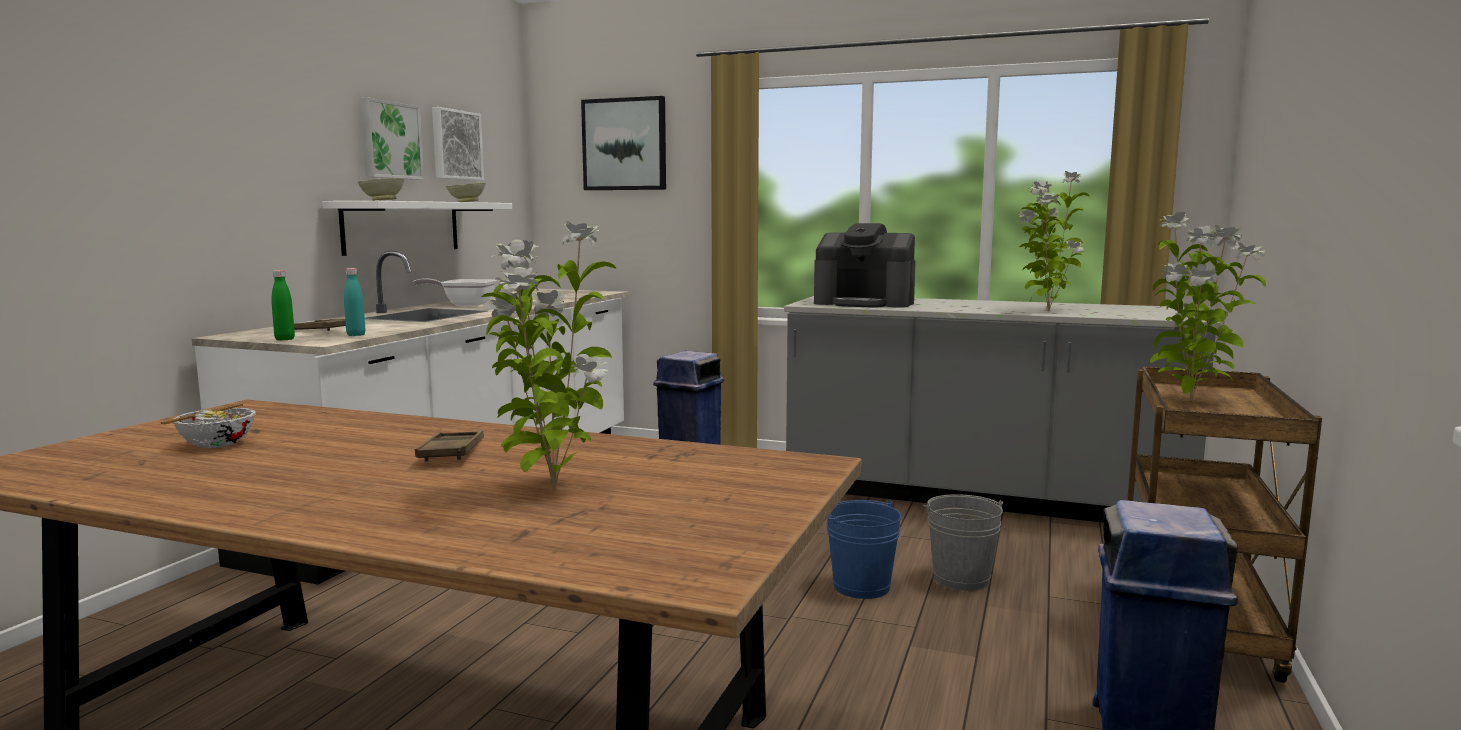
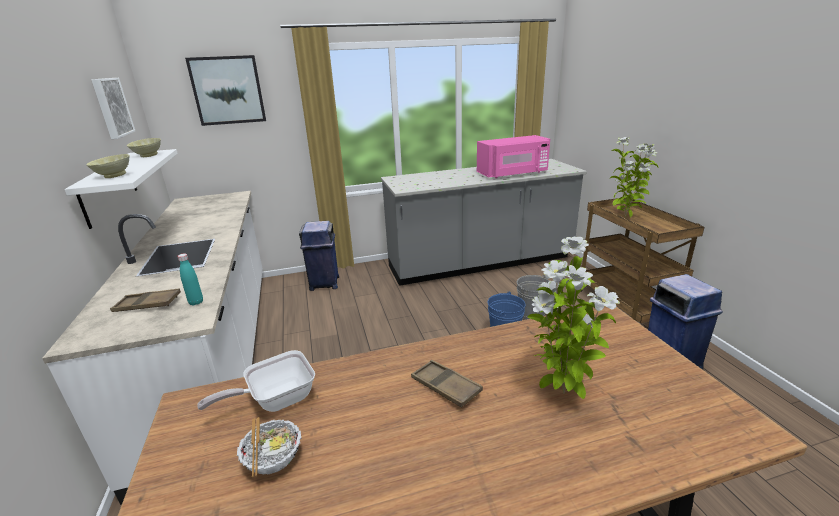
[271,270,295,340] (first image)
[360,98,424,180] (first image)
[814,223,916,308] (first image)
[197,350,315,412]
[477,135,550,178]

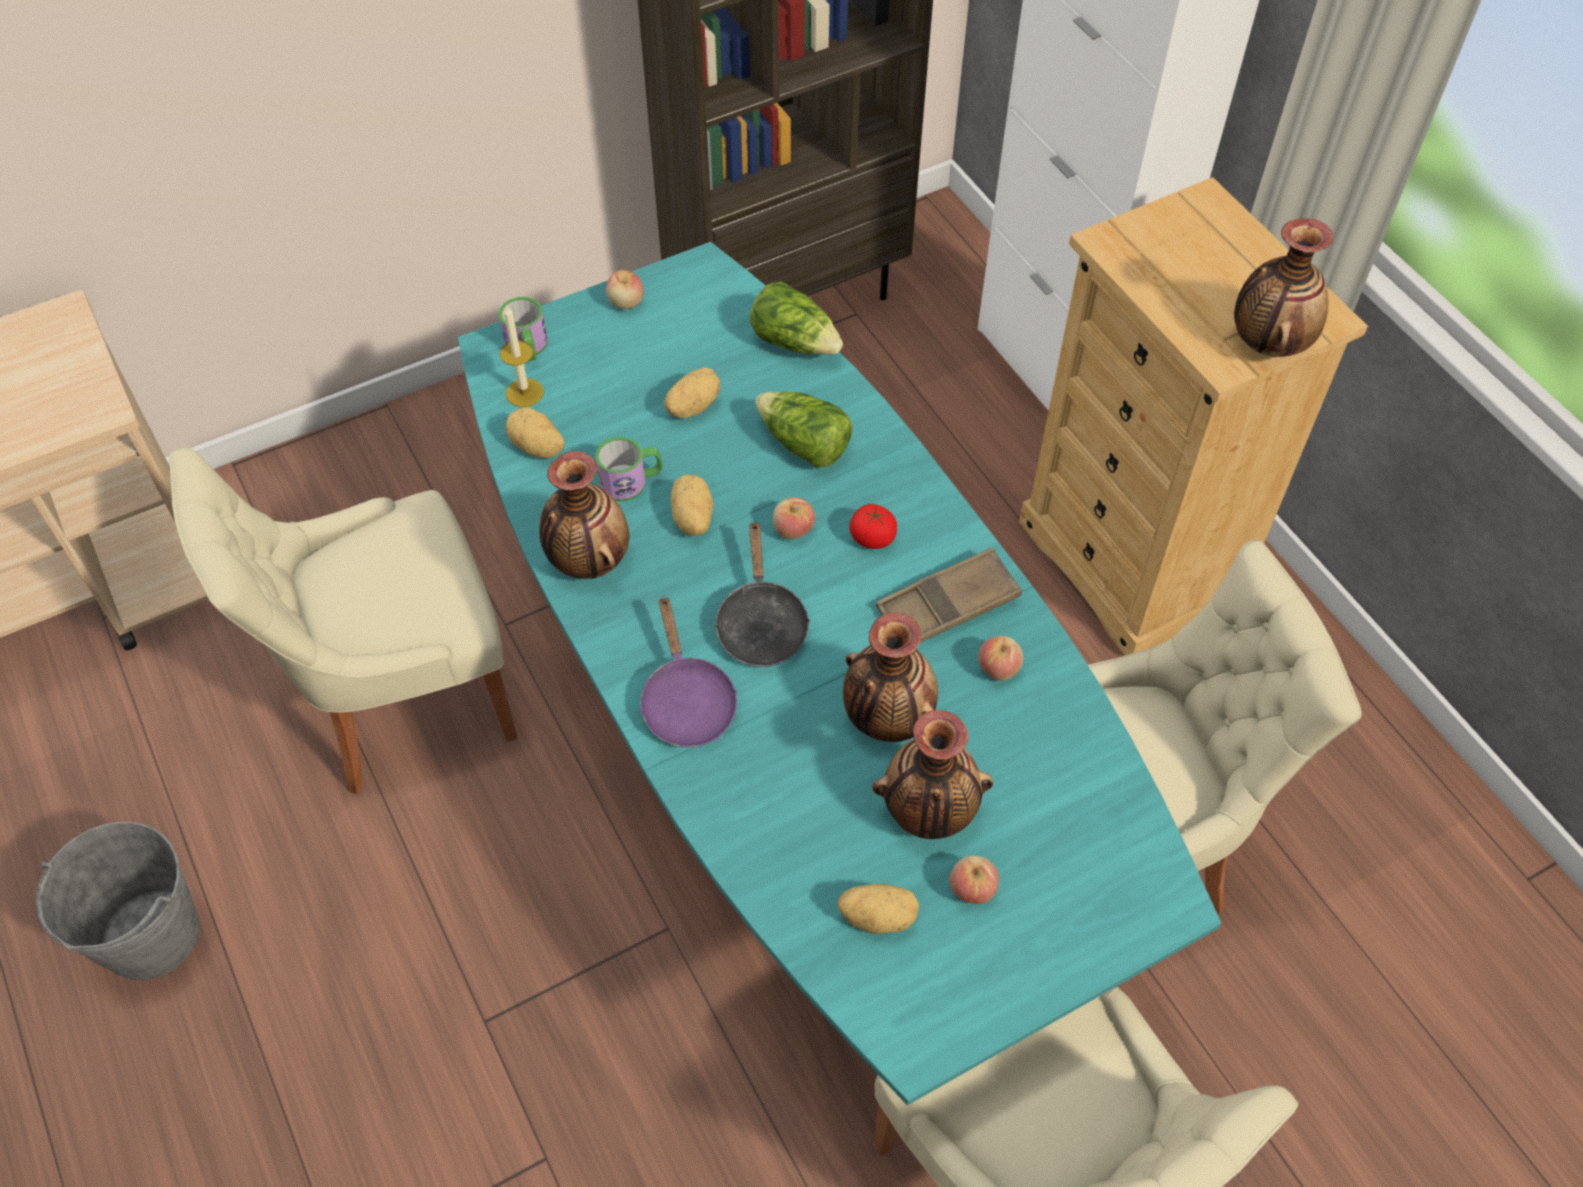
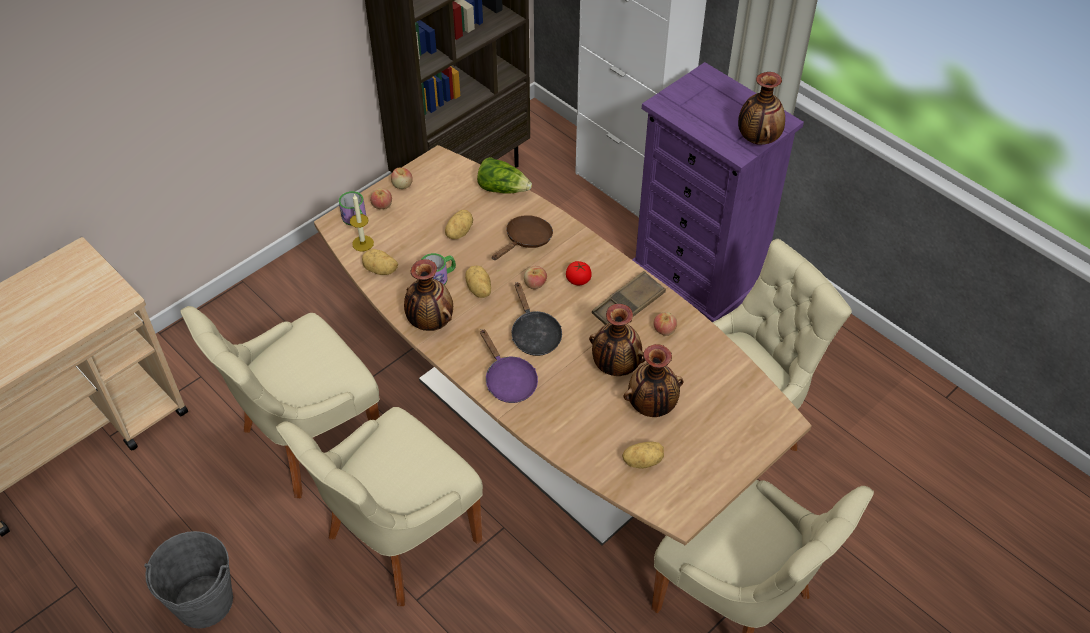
[276,407,483,606]
[370,188,392,209]
[492,215,553,260]
[314,145,812,545]
[632,62,804,322]

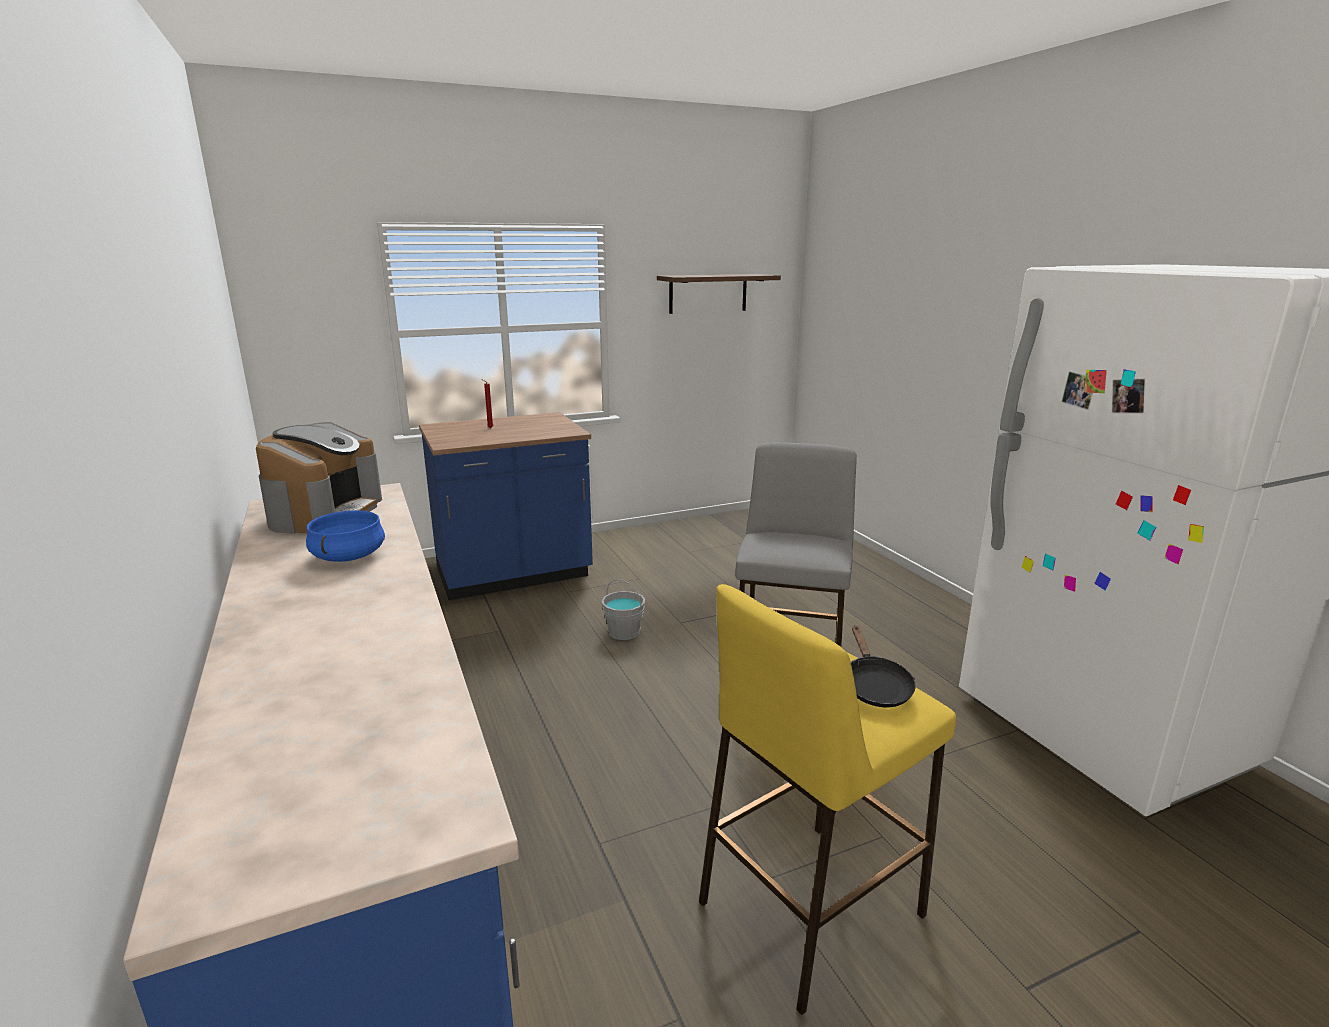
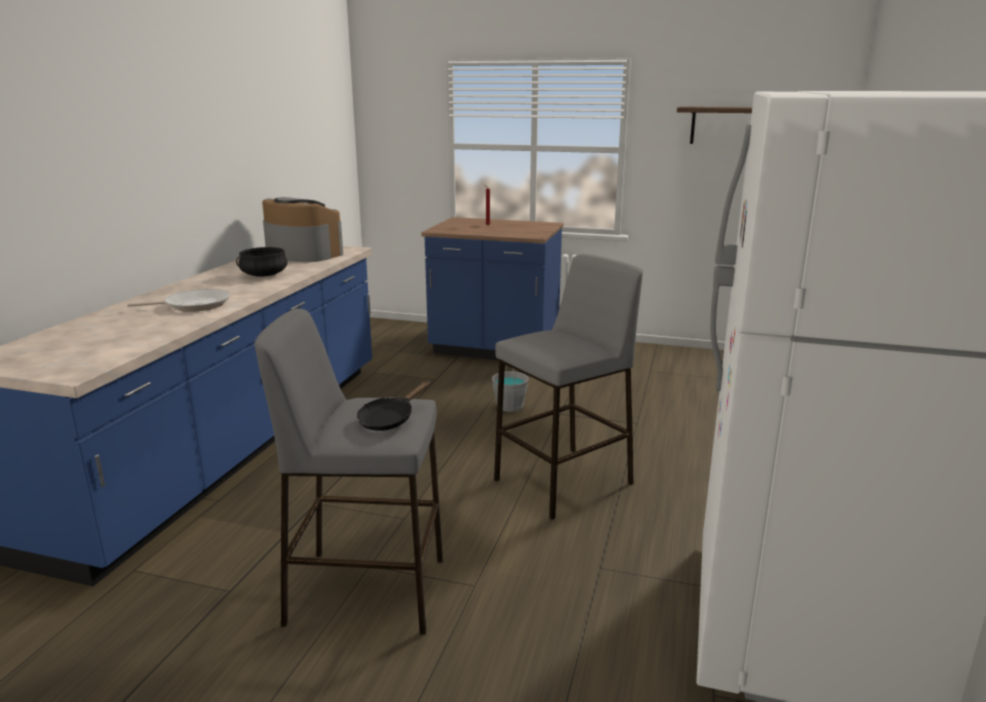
[127,289,230,312]
[236,247,288,277]
[254,308,443,635]
[262,197,343,262]

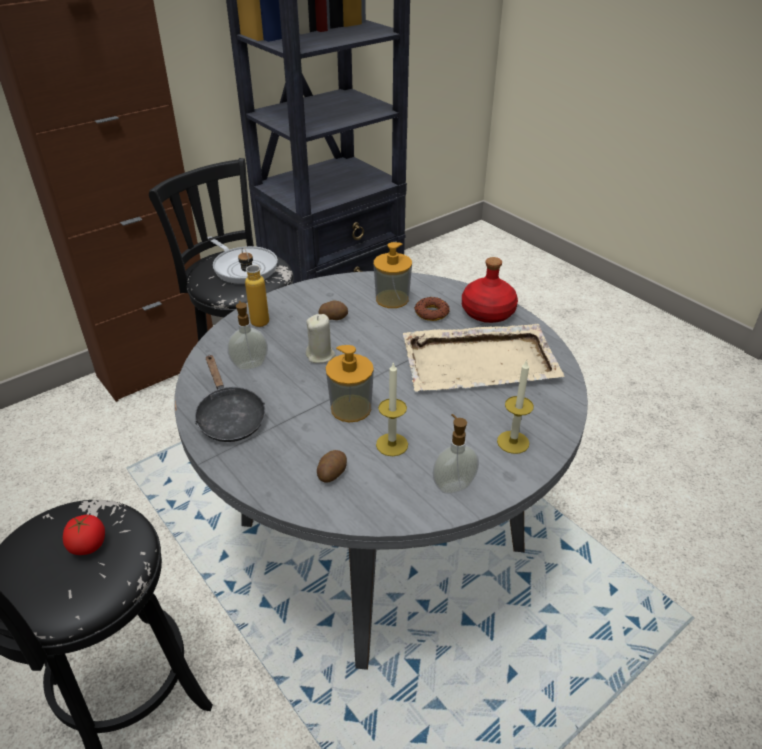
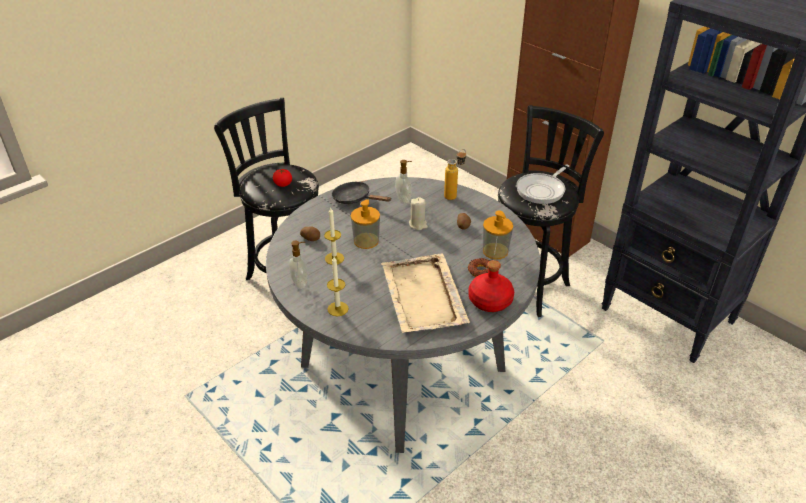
[332,182,392,204]

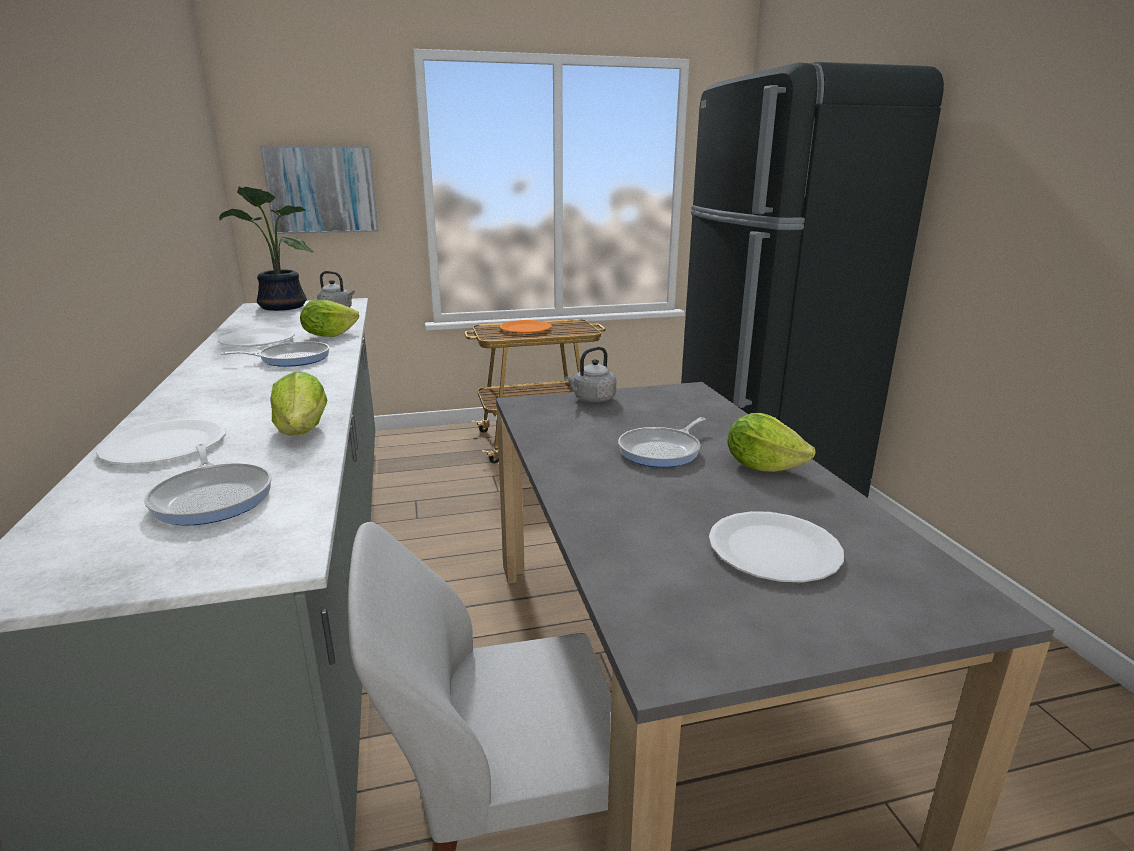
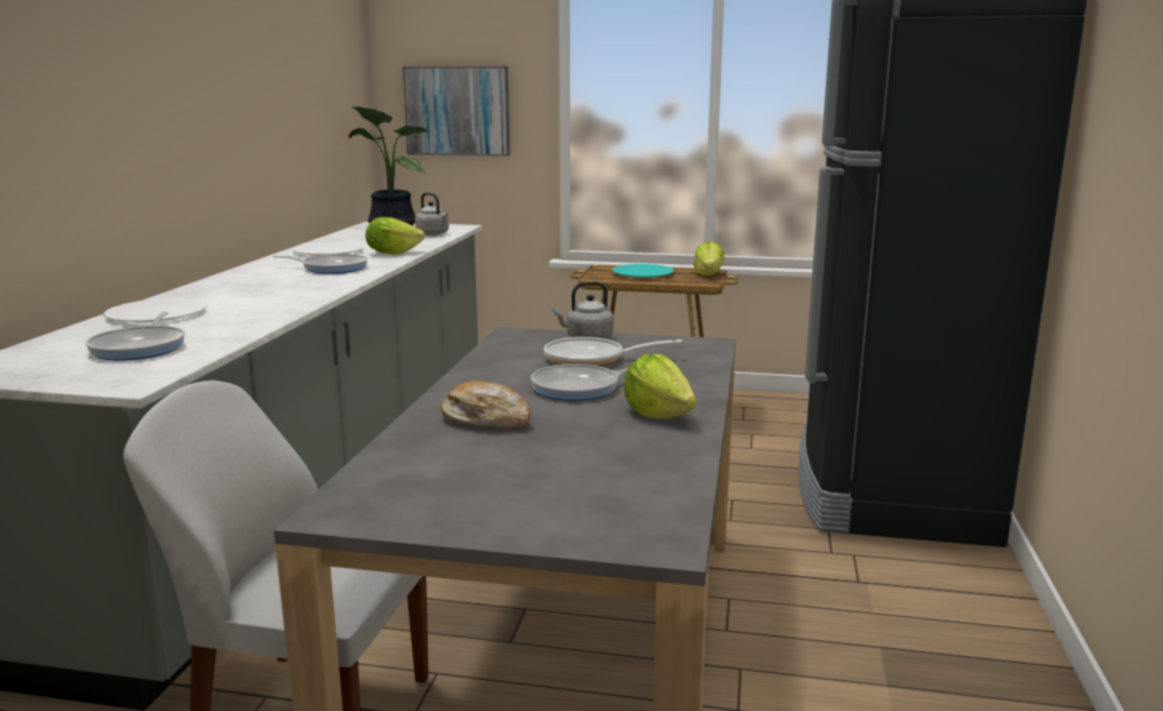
[709,511,844,582] (first image)
[441,381,531,429]
[544,337,682,366]
[694,242,725,275]
[612,264,674,278]

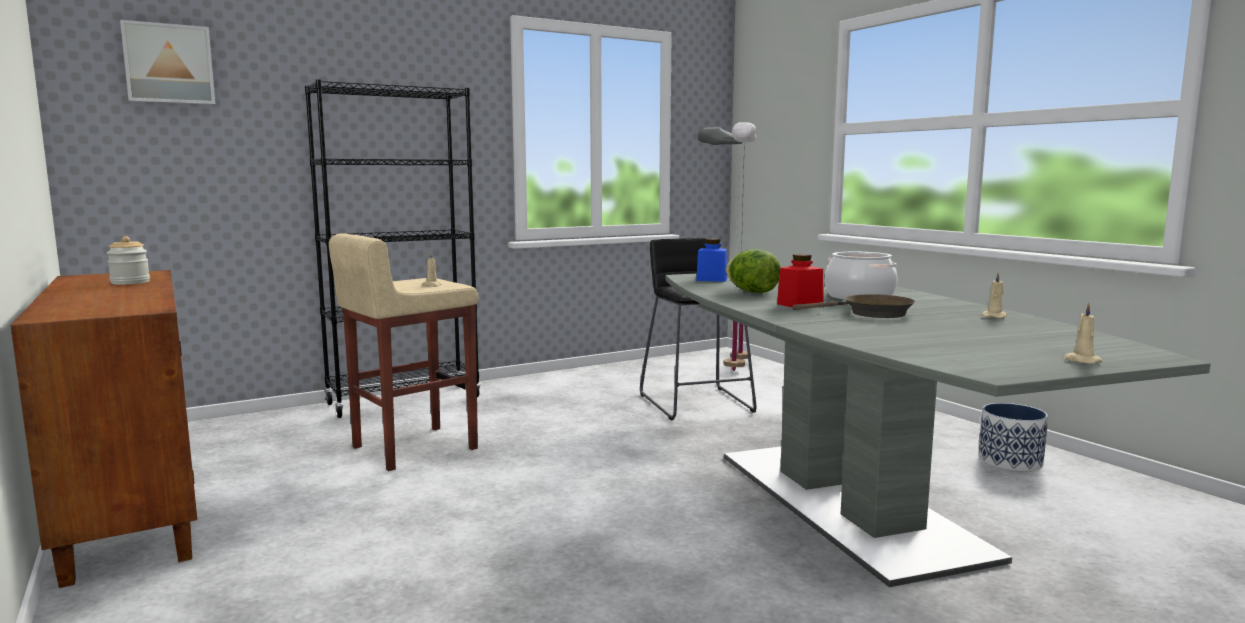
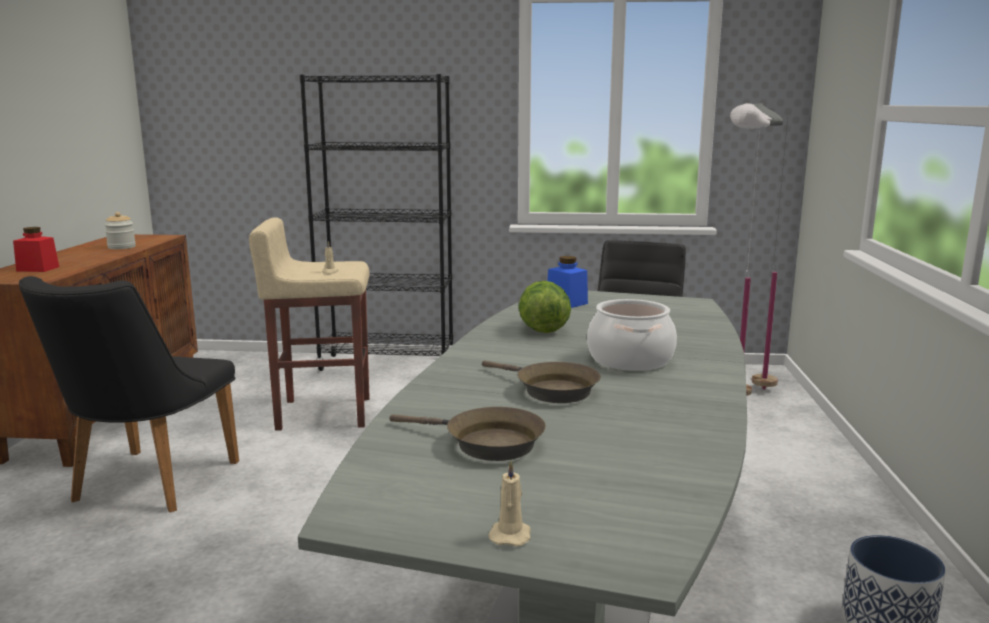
[120,20,215,105] (first image)
[981,272,1007,319] (first image)
[19,276,239,513]
[390,407,546,461]
[13,227,59,272]

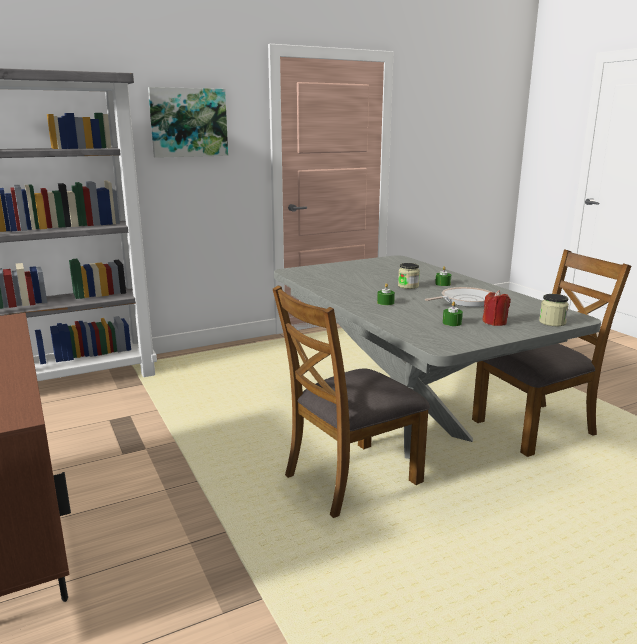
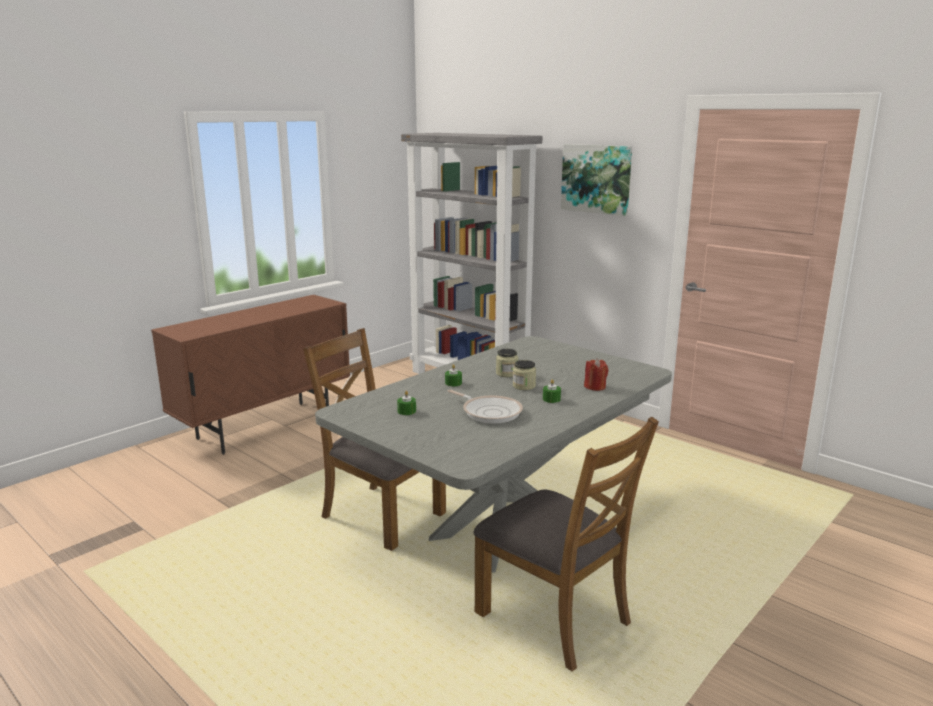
[584,358,608,391]
[496,349,518,377]

